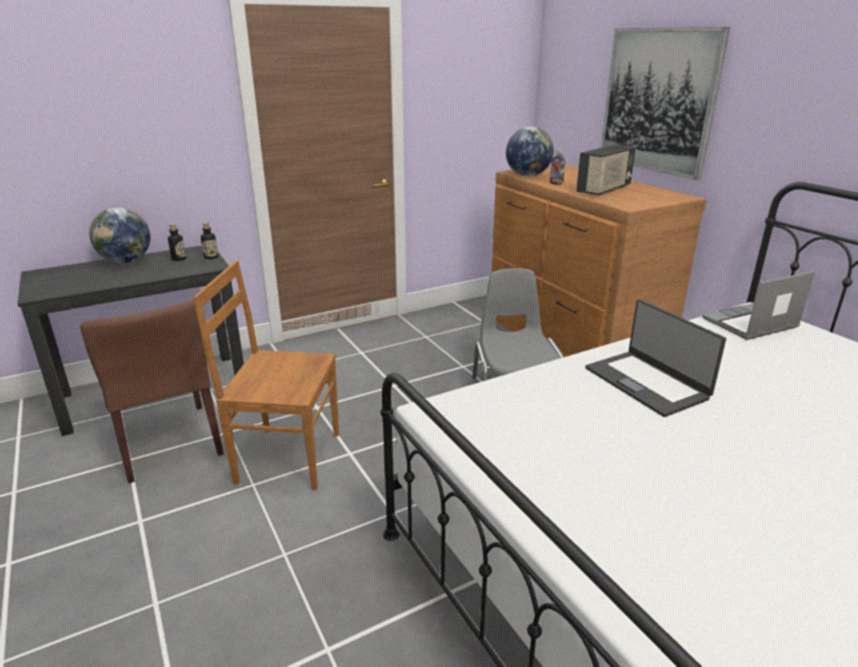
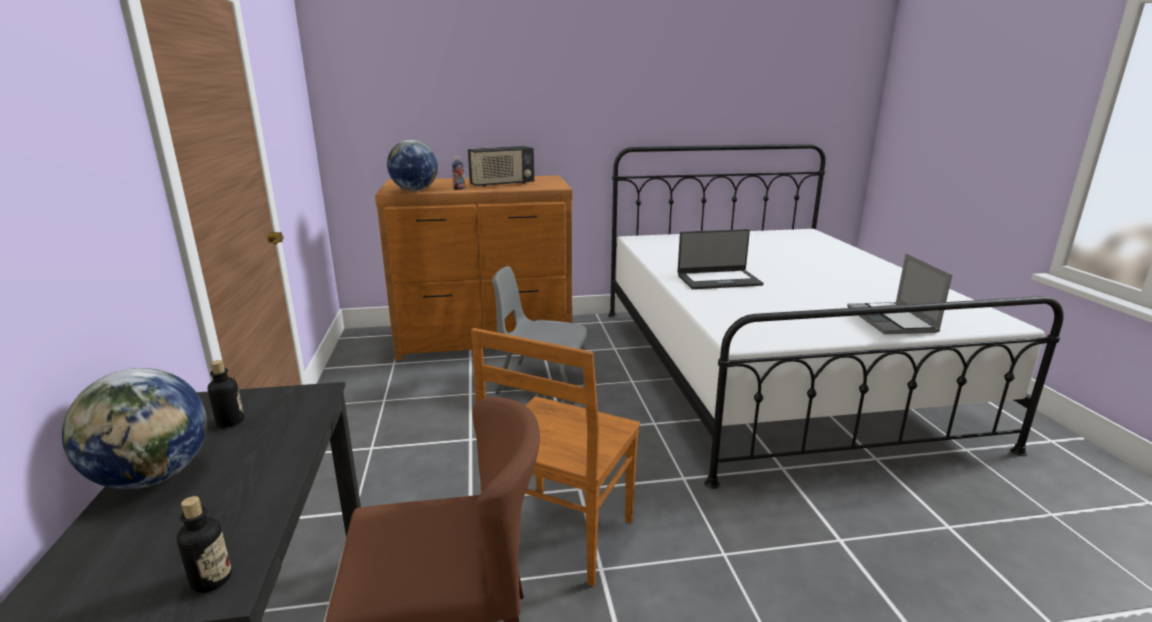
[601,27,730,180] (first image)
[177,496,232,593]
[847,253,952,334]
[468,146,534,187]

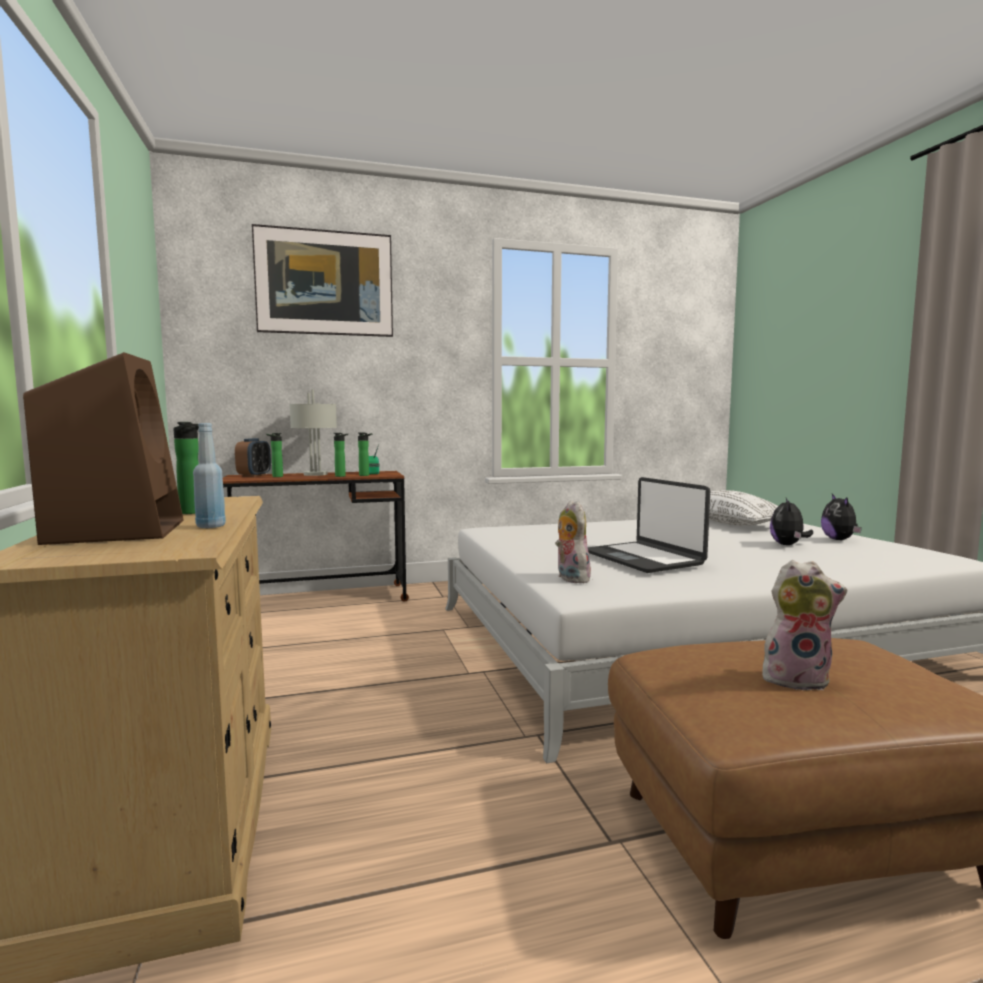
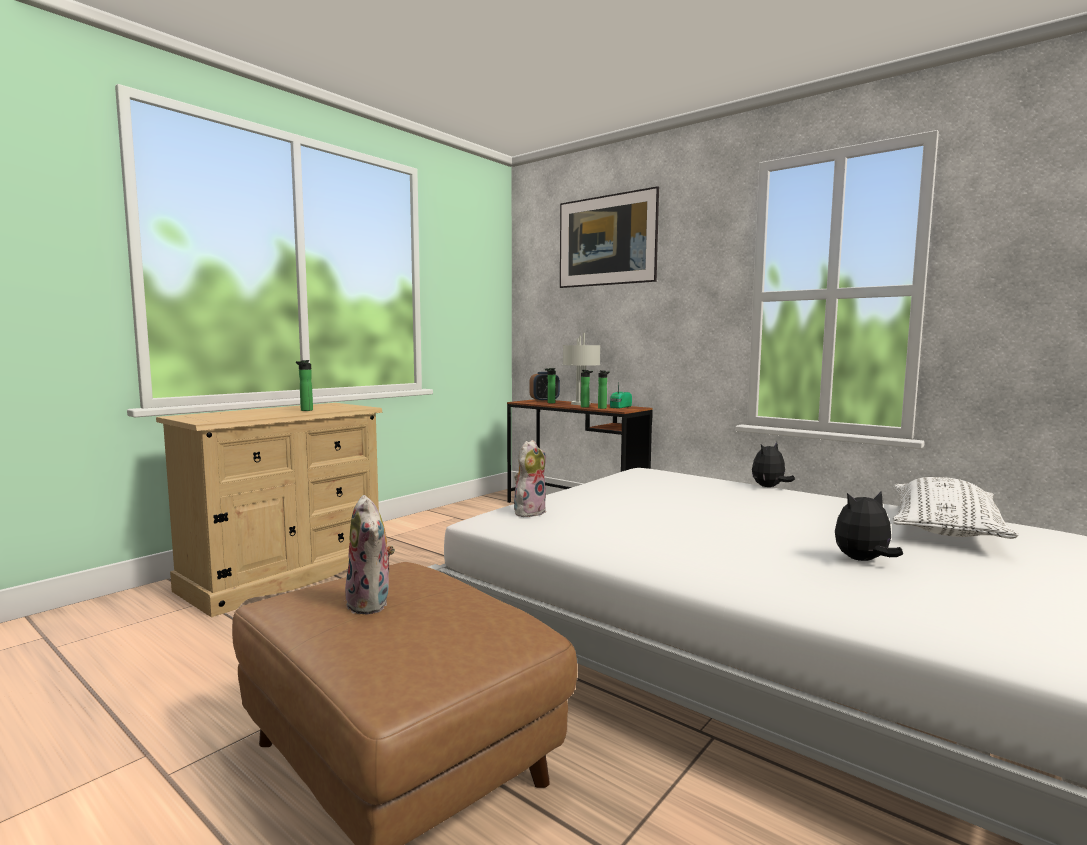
[23,352,183,545] (first image)
[193,423,226,528] (first image)
[587,477,710,573] (first image)
[752,442,795,487]

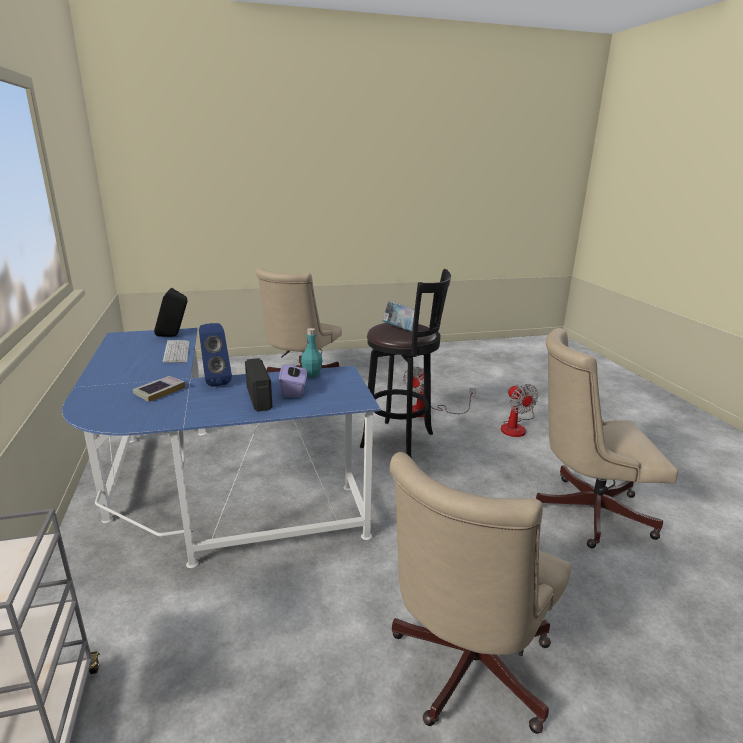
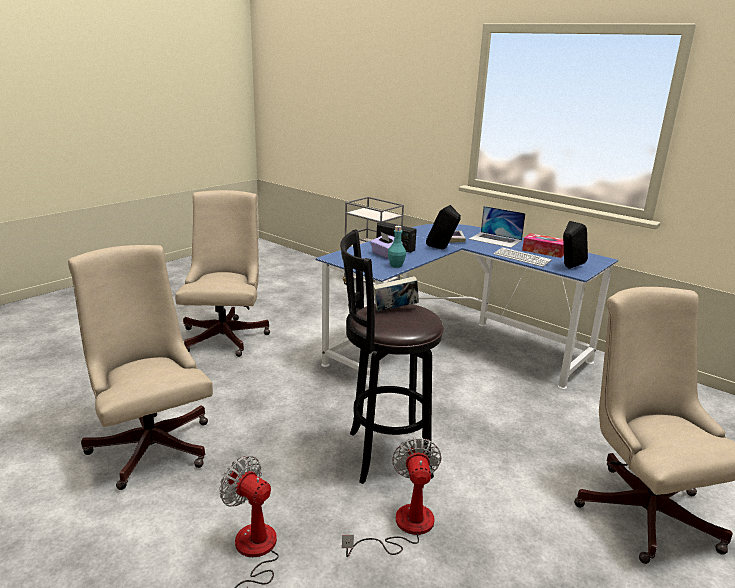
[469,206,526,248]
[522,233,564,258]
[426,205,461,249]
[68,245,213,490]

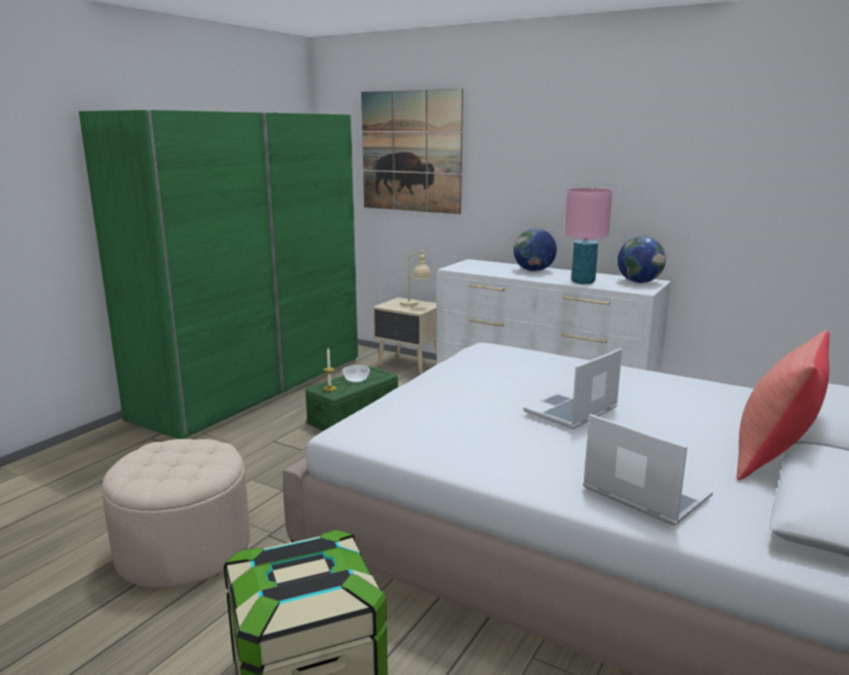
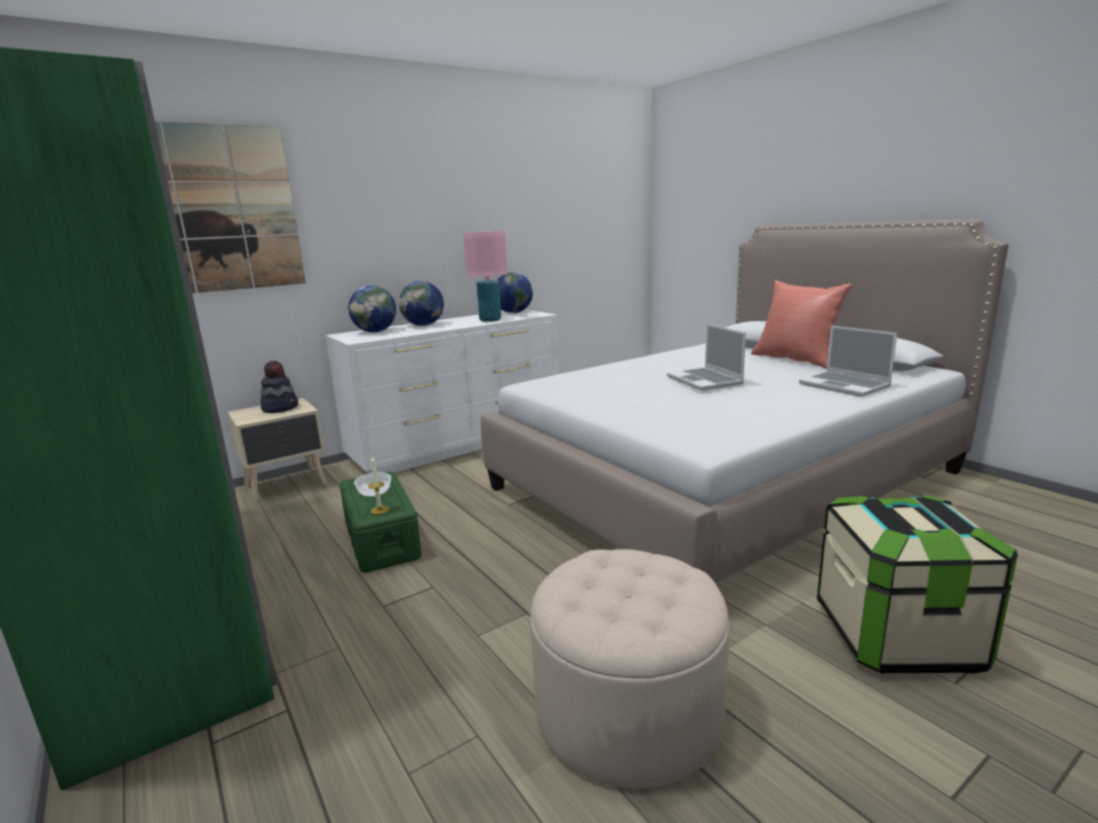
[348,286,396,332]
[261,361,298,413]
[799,325,897,397]

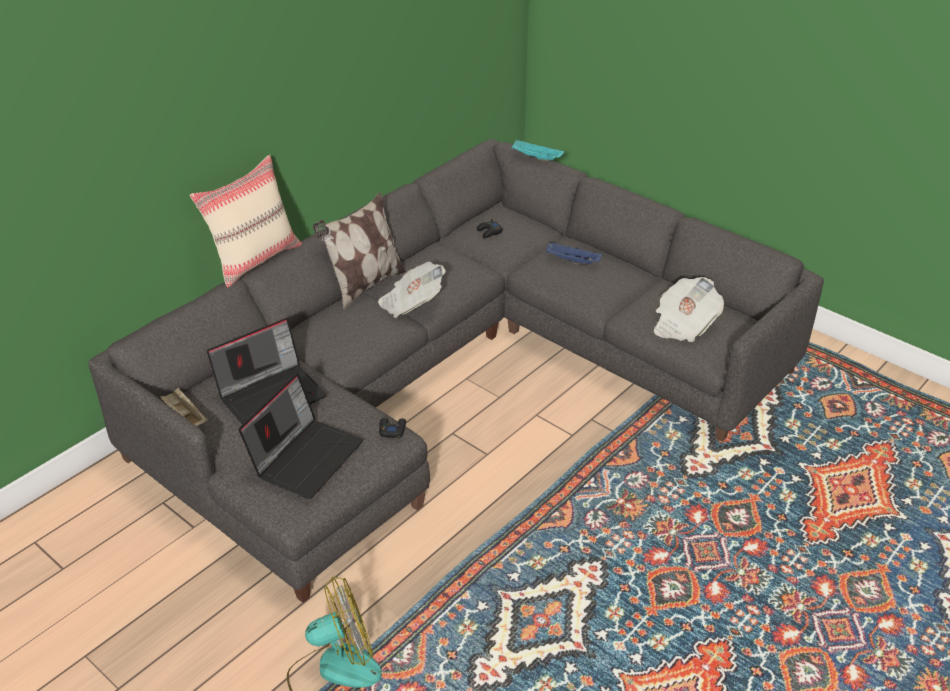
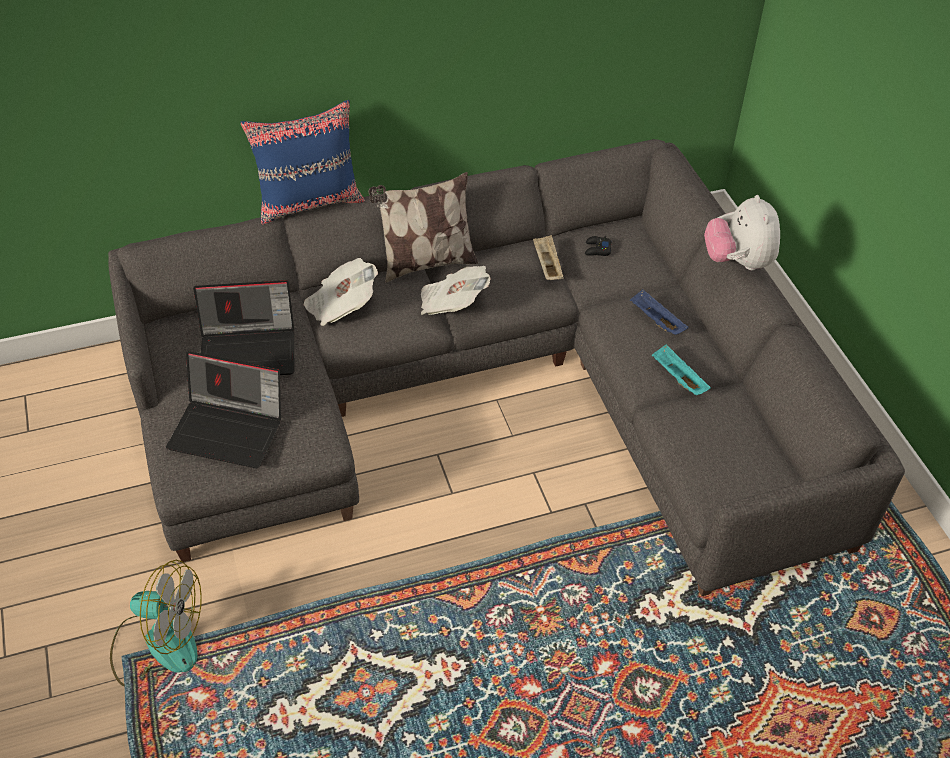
[379,418,406,438] (first image)
[704,195,780,270]
[533,235,564,280]
[651,344,711,395]
[304,258,378,326]
[240,100,365,224]
[166,351,281,468]

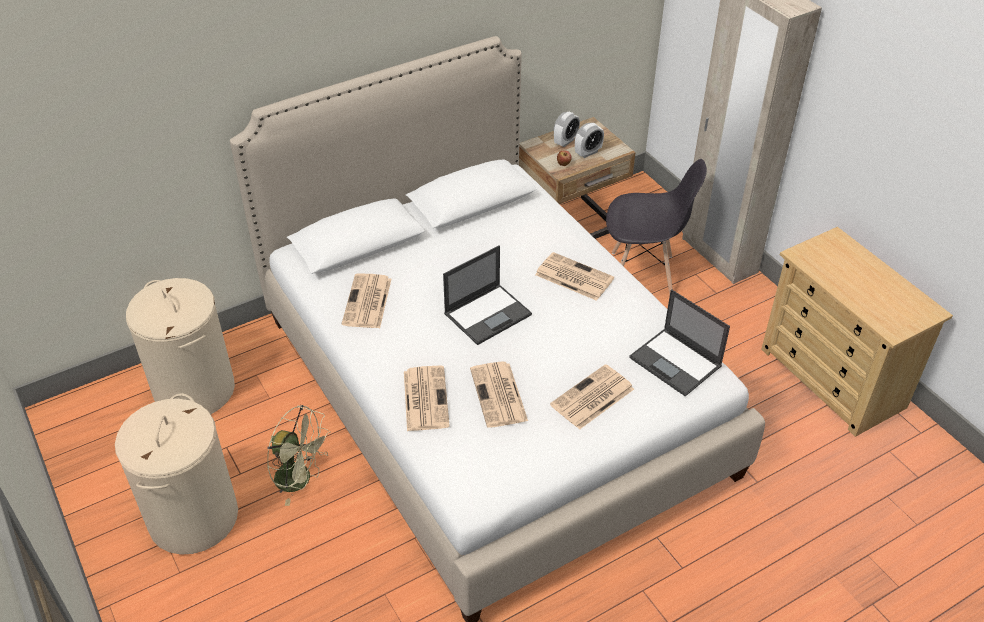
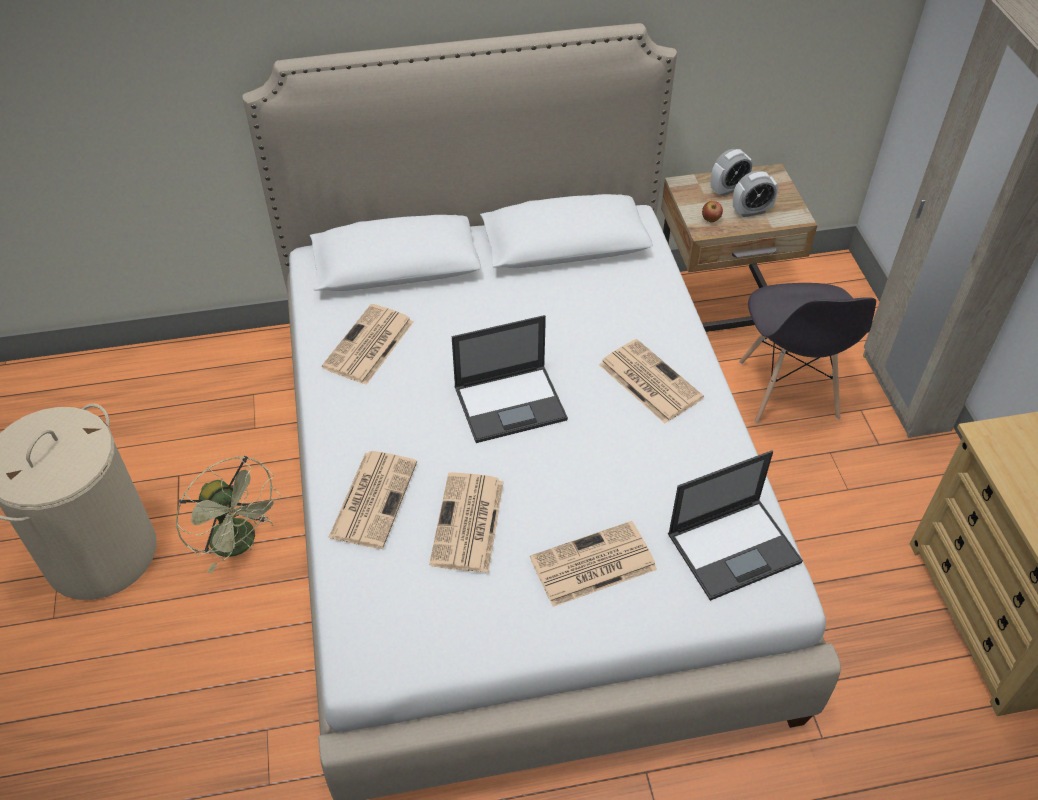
[126,278,235,414] (first image)
[739,283,876,424]
[668,450,803,601]

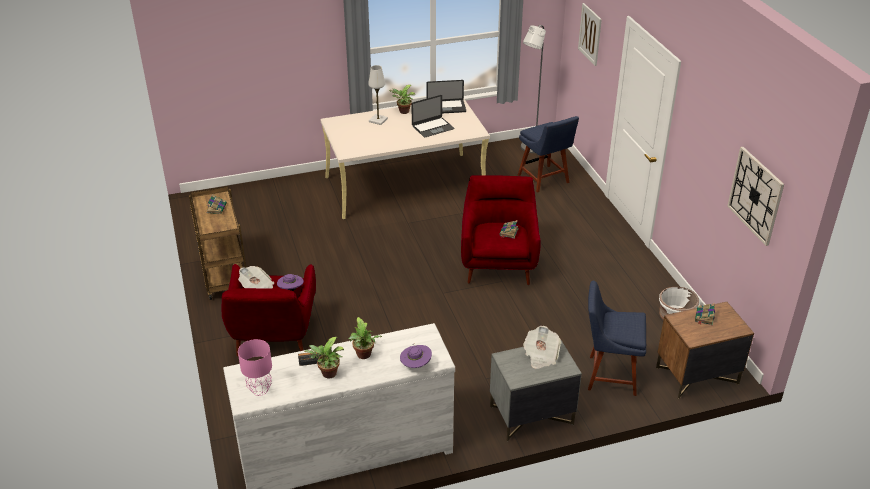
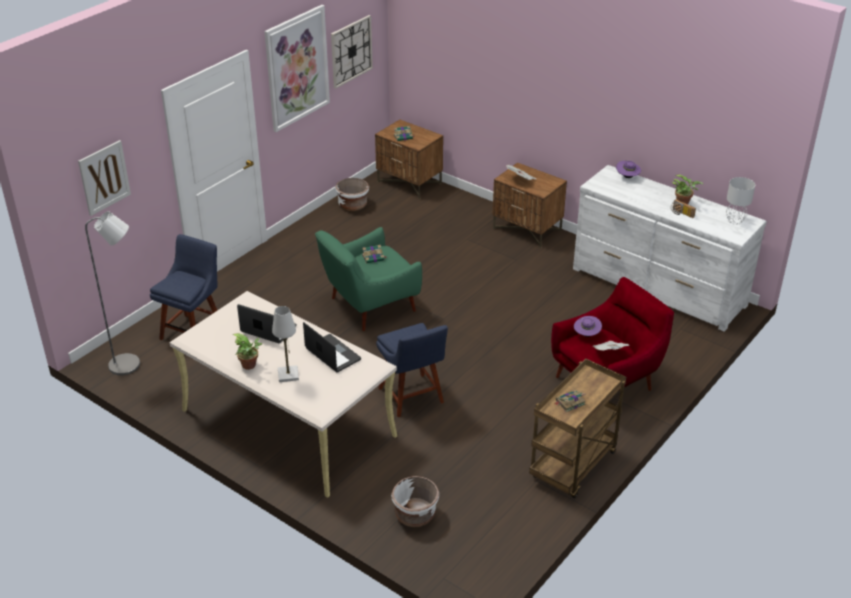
[348,317,382,359] (first image)
[264,5,330,132]
[391,476,439,527]
[303,322,361,372]
[376,323,448,417]
[726,177,755,225]
[315,227,422,331]
[493,163,567,248]

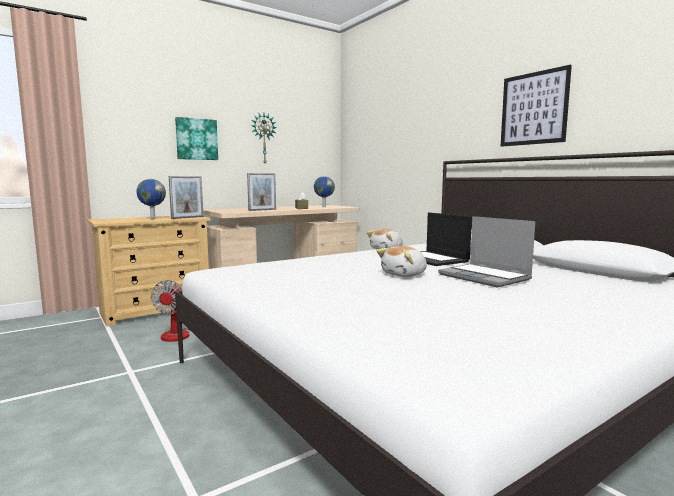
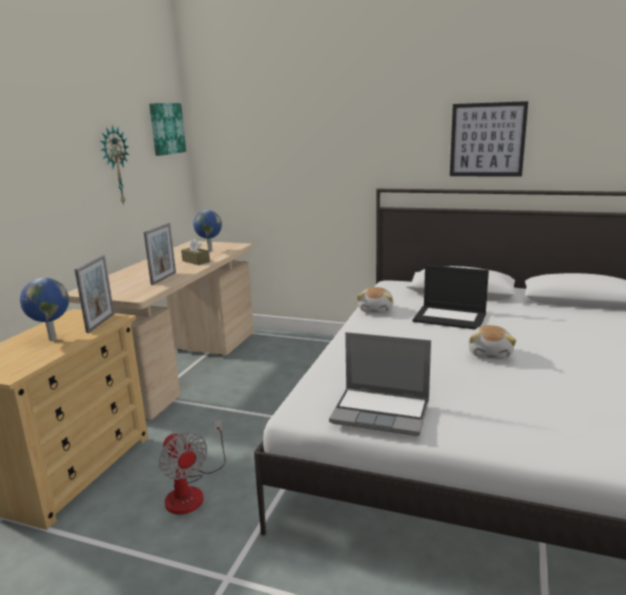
[149,103,186,156]
[329,332,431,436]

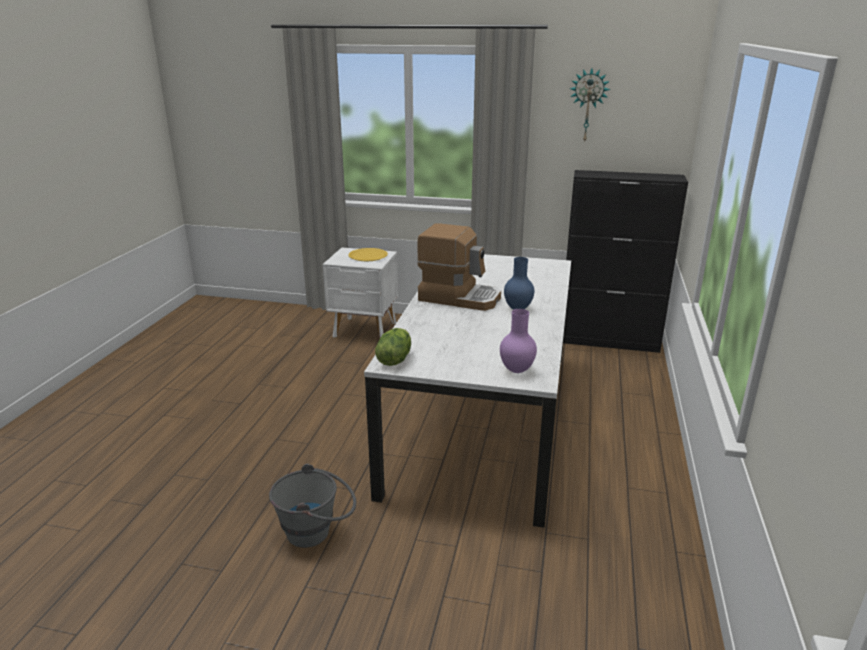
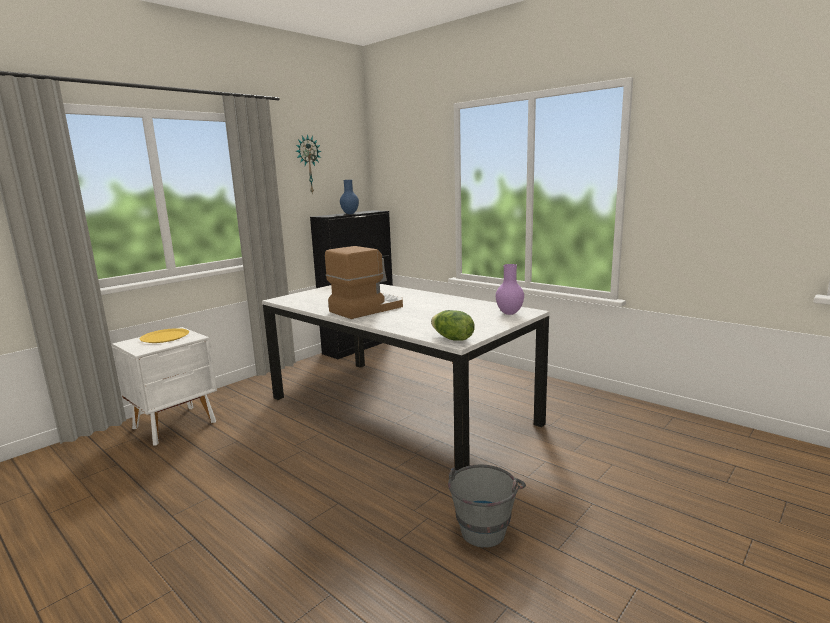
[340,180,359,214]

